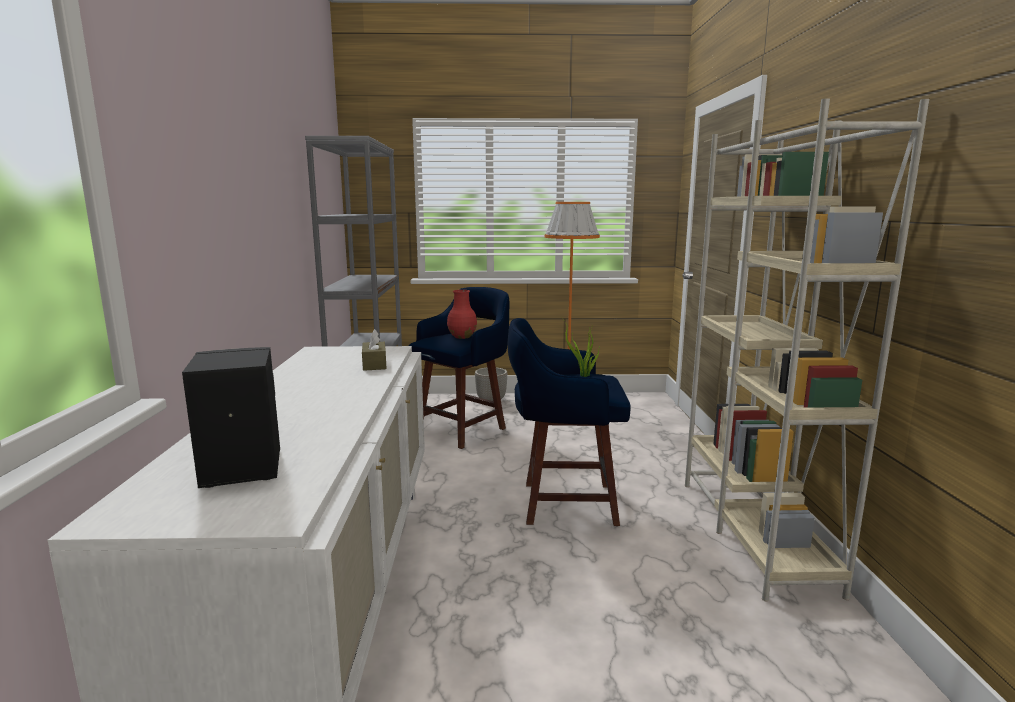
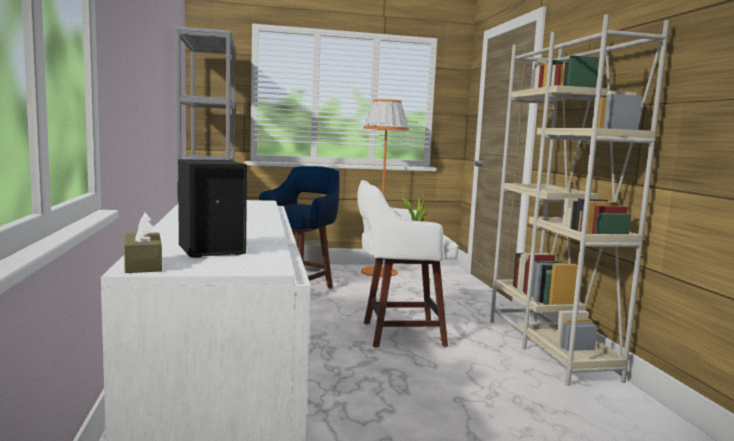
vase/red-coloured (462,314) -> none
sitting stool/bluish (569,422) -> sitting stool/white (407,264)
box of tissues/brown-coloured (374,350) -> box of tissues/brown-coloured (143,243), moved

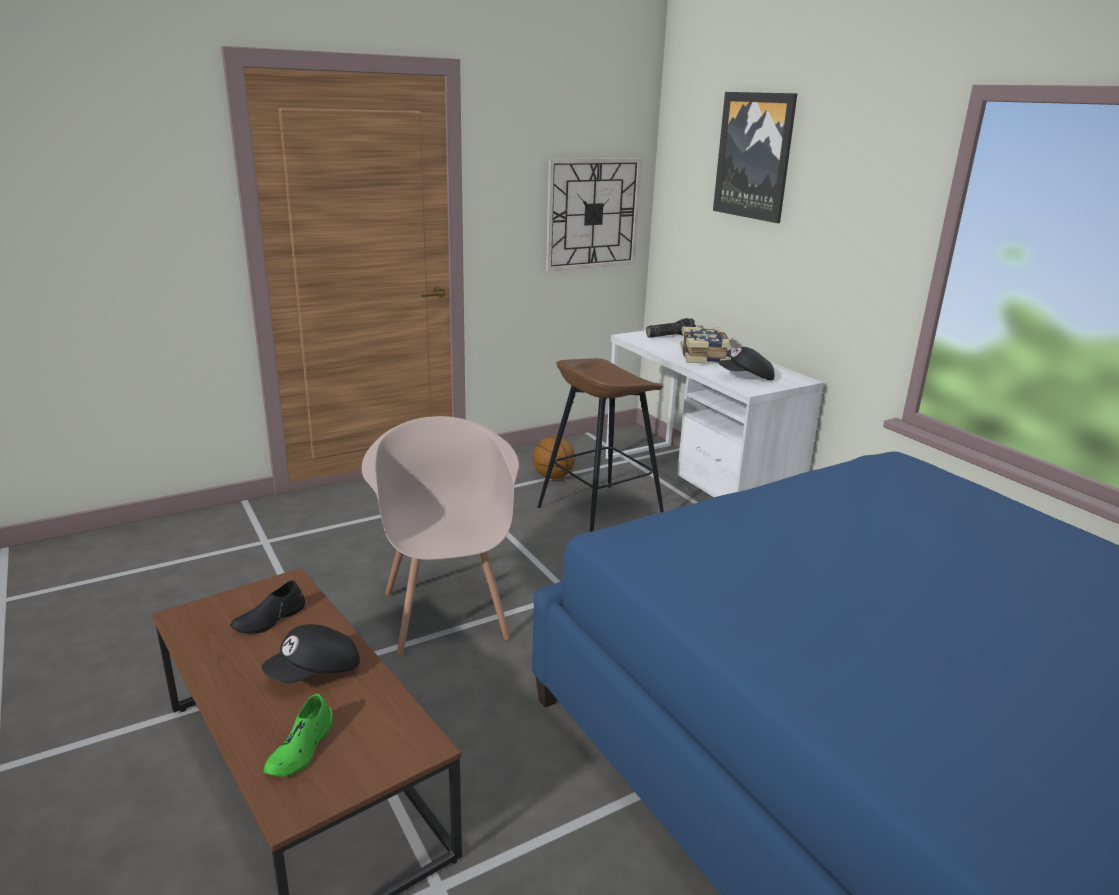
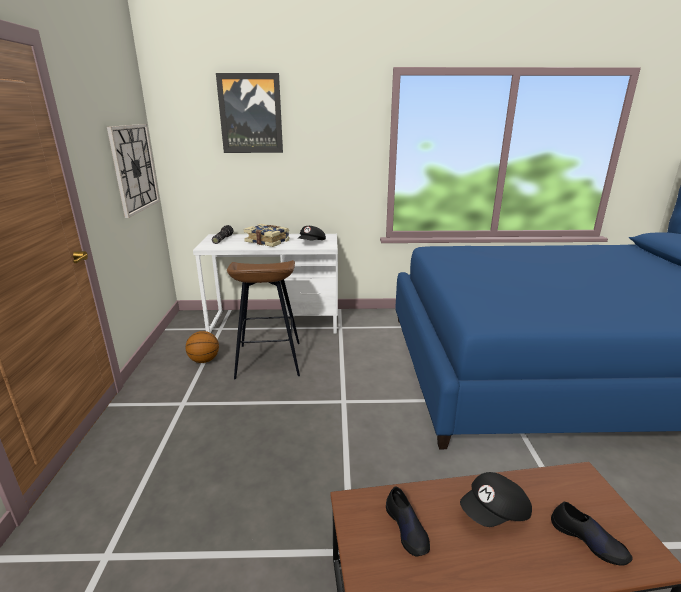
chair/beige (440,535) -> none
cap/blackish (311,653) -> cap/blackish (496,499), 75 degrees clockwise
shoe/greenish (298,735) -> shoe/blackish (592,534)

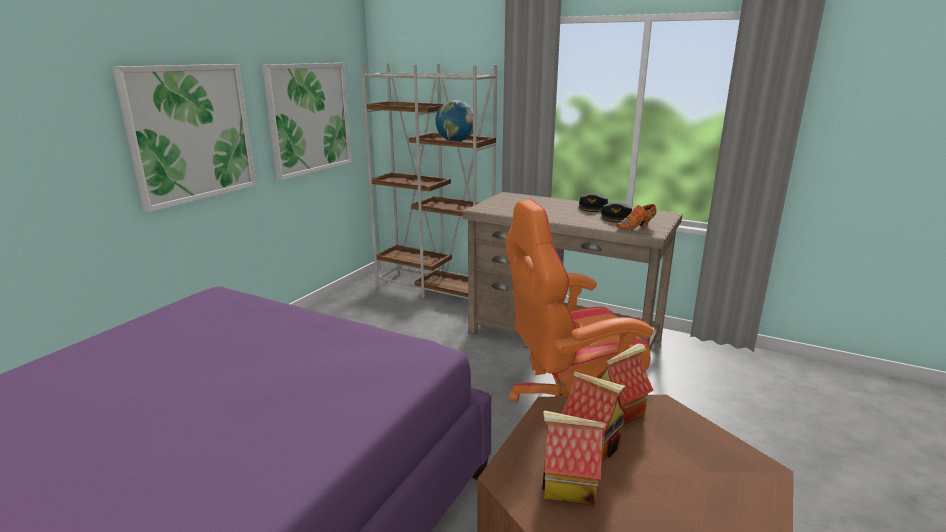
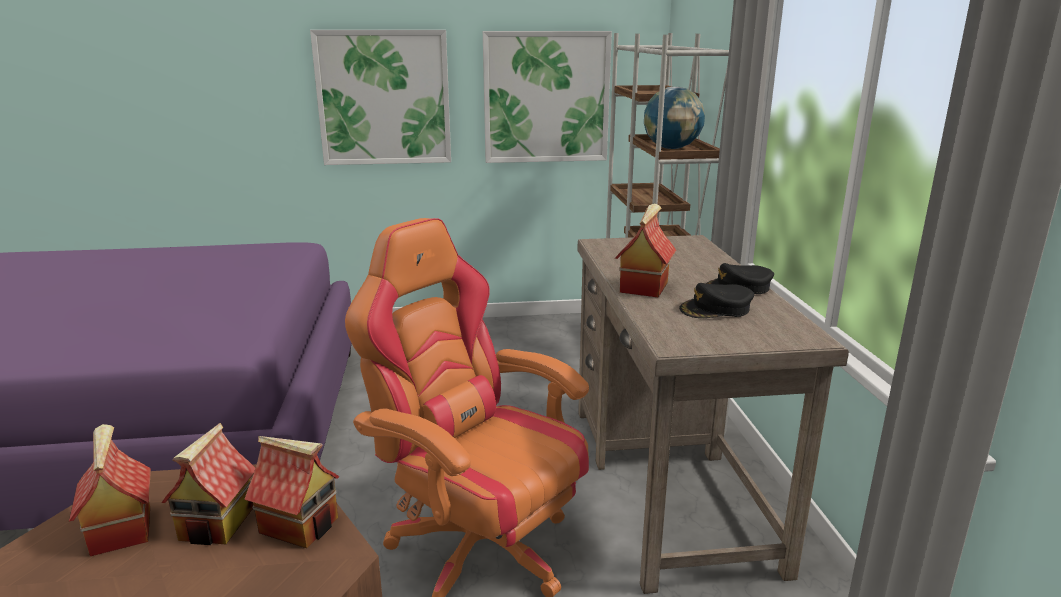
shoe/orange-coloured (636,216) -> none
none -> miniature house (645,250)

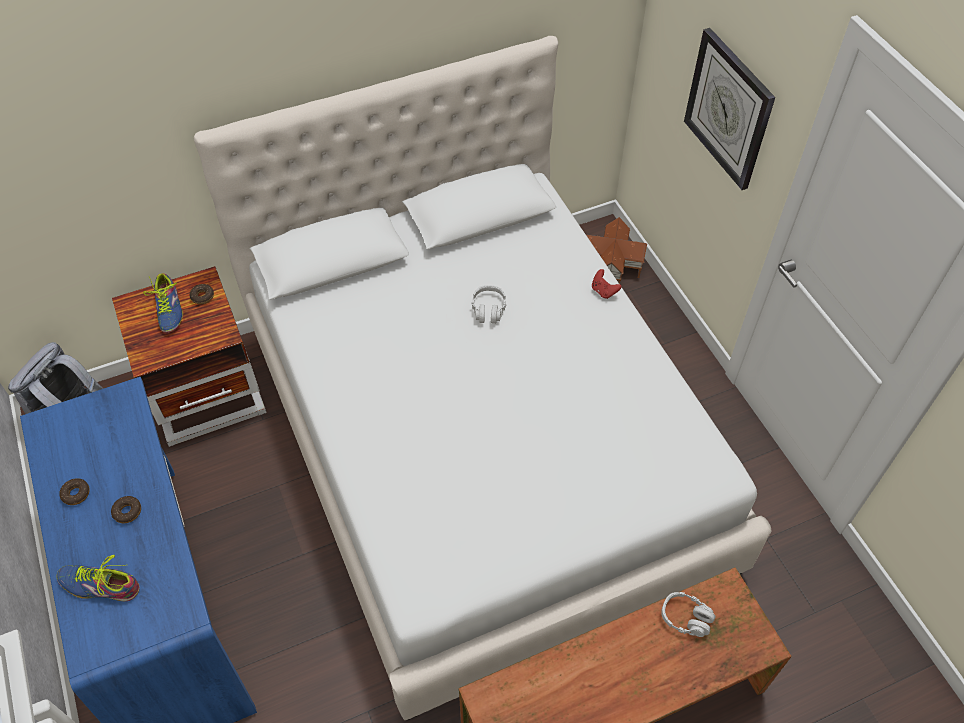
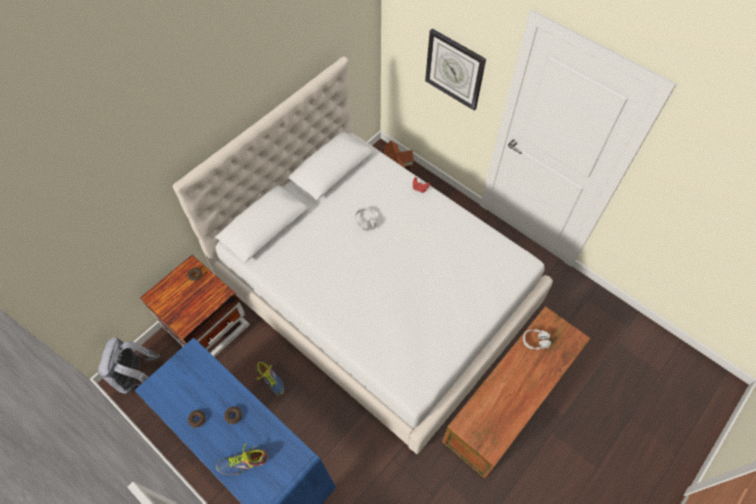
shoe (163,303) -> shoe (269,379), moved

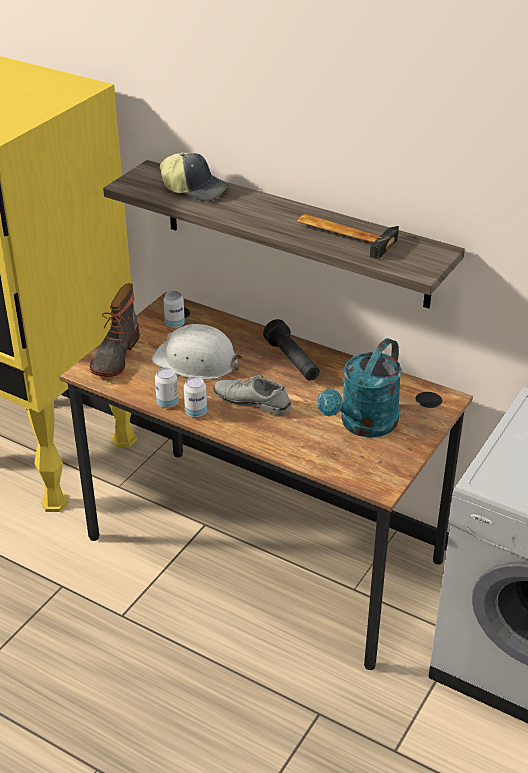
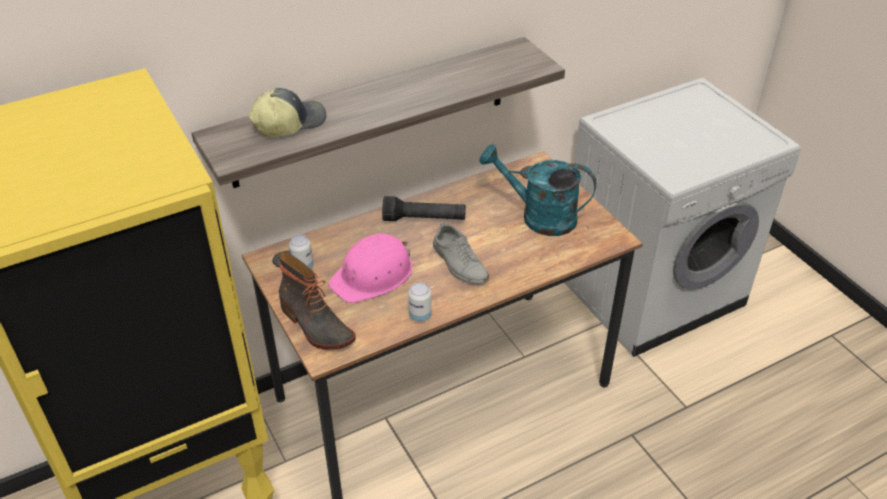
hammer (348,236) -> none
hard hat/white (197,352) -> hard hat/pink-coloured (370,268)
watering can/blue-green (360,388) -> watering can/blue-green (538,190), 135 degrees clockwise
shoe/grey (252,395) -> shoe/grey (461,253), 90 degrees counterclockwise
metal can (195,397) -> none

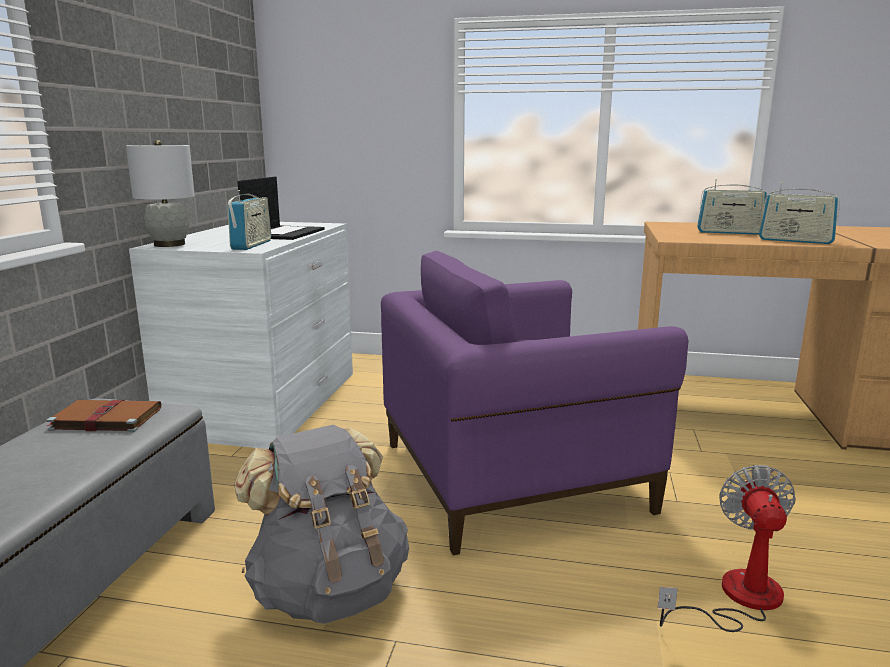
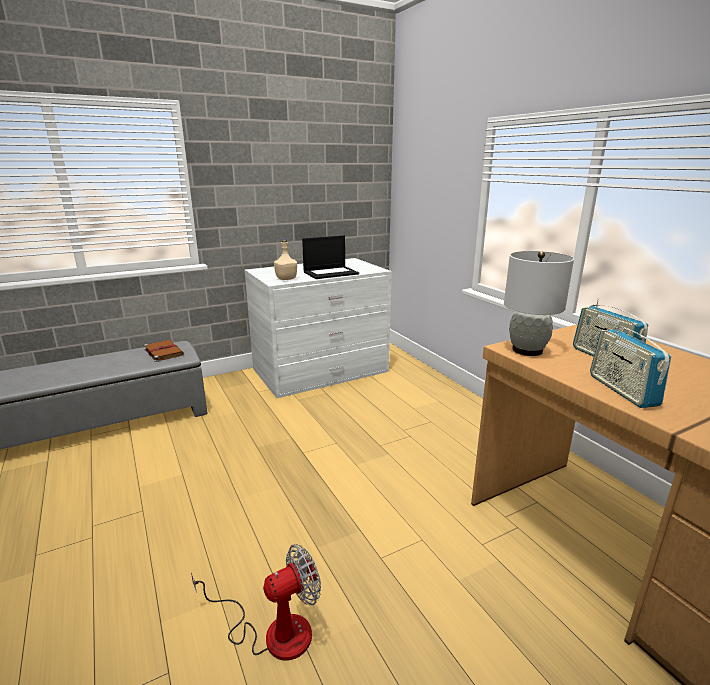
tabletop lamp/white (160,193) -> tabletop lamp/white (539,303), moved
radio (249,220) -> drink bottle/beige (285,259)
lounge chair/purple (535,403) -> none
backpack/grey (321,524) -> none

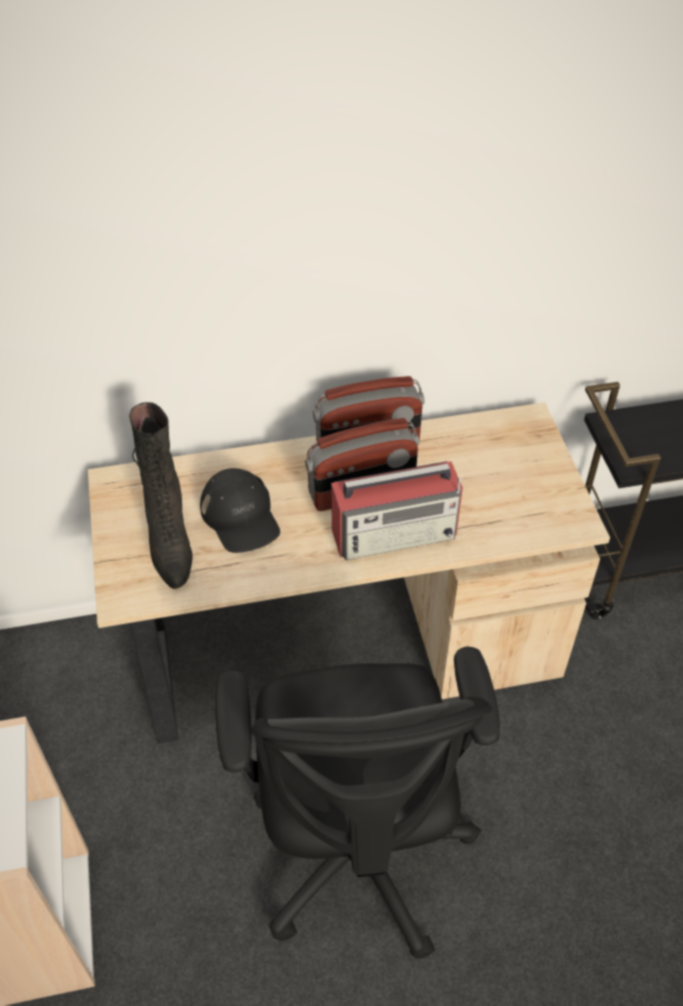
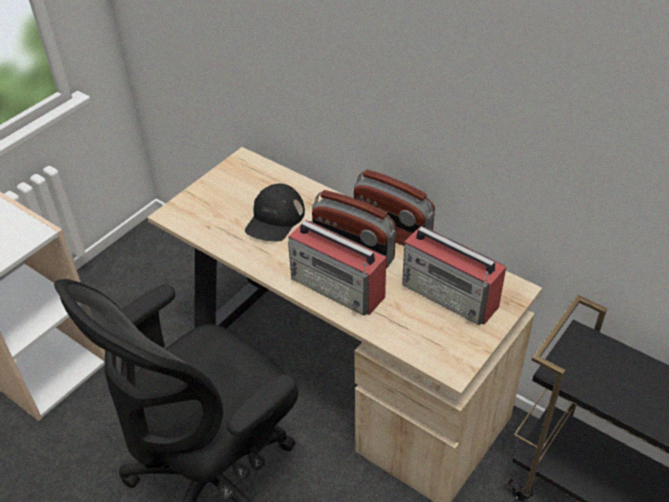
tall boot/blackish (161,495) -> none
none -> radio (454,275)

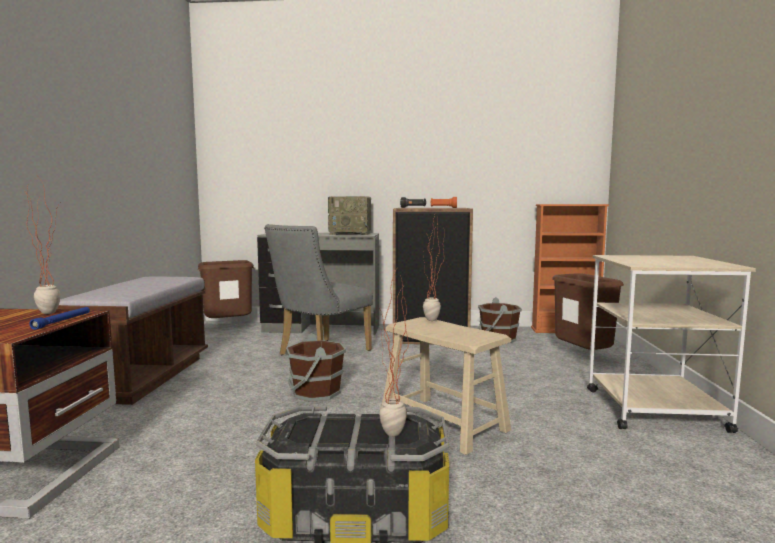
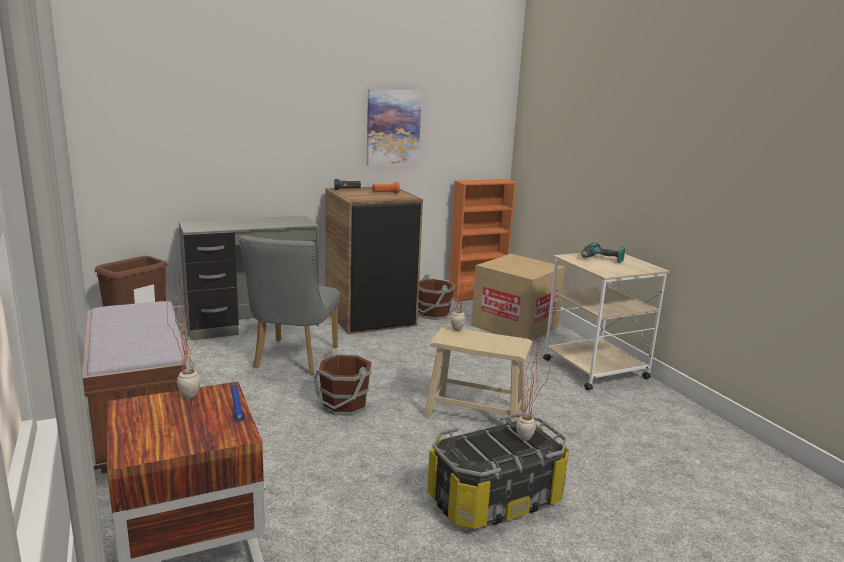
radio (349,216) -> none
waste bin/brown-coloured (588,311) -> cardboard box (518,297)
none -> wall picture (394,127)
none -> electric drill (603,252)

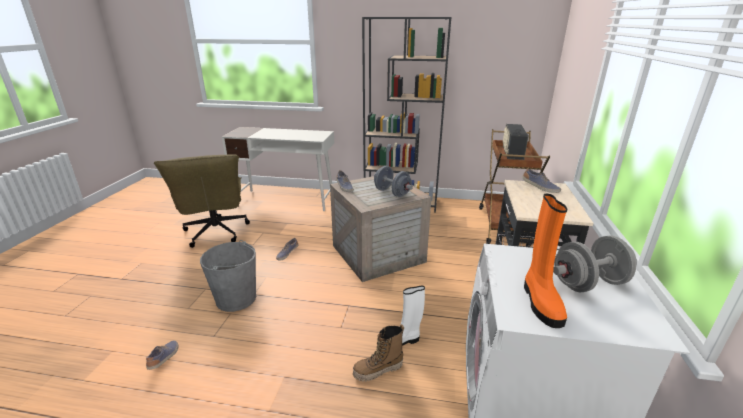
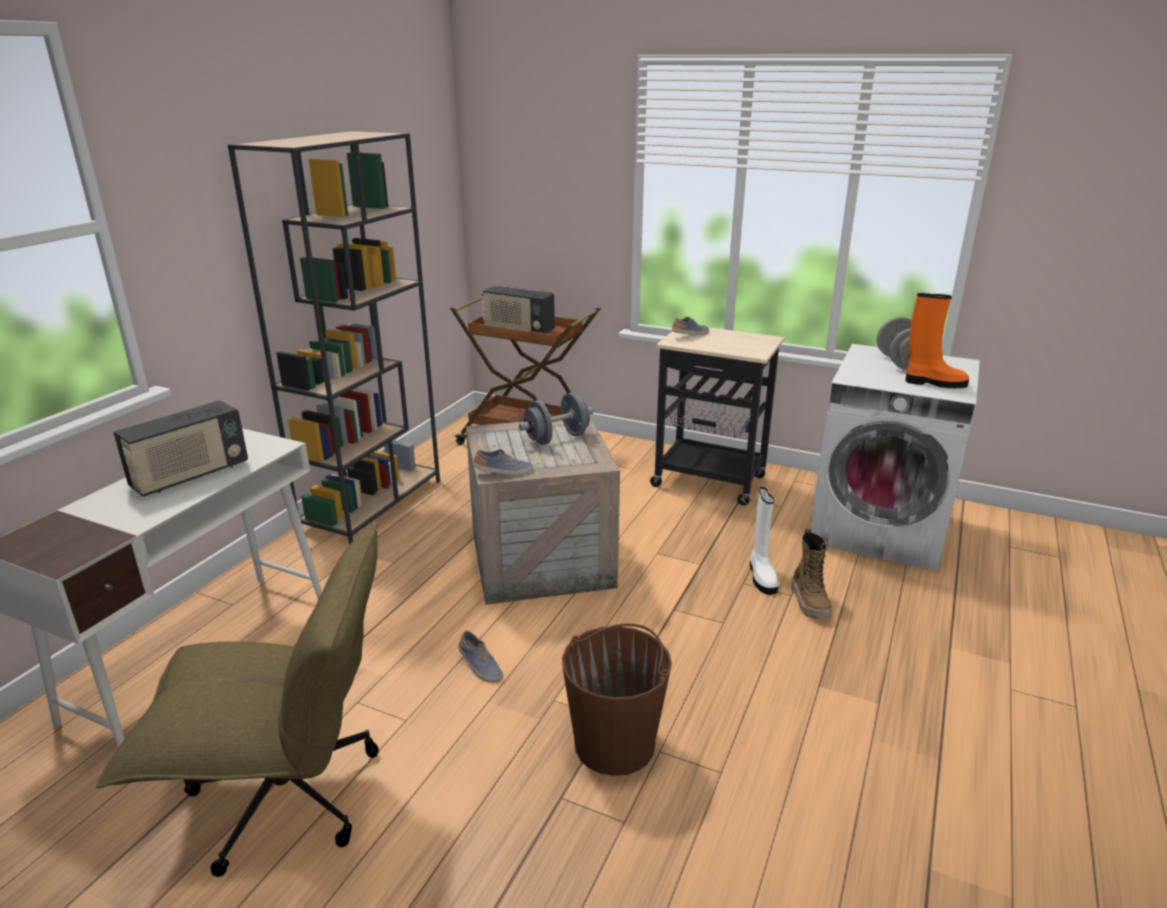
bucket/grey (228,276) -> bucket/brown-coloured (617,699)
shoe (162,355) -> none
none -> radio (180,449)

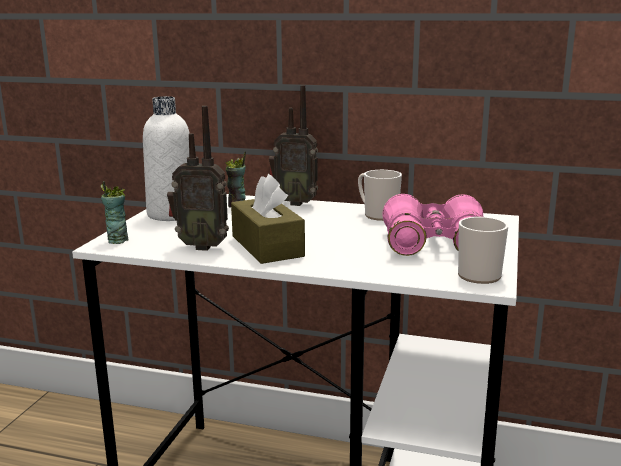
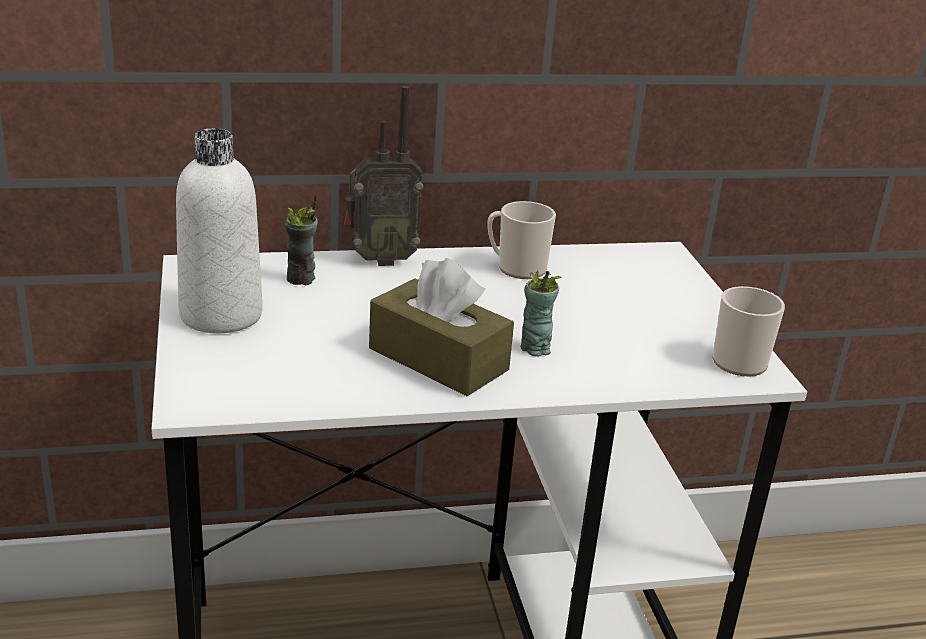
radio (198,178) -> none
drinking cup (114,212) -> drinking cup (541,313), moved
binoculars/pink-coloured (432,225) -> none

